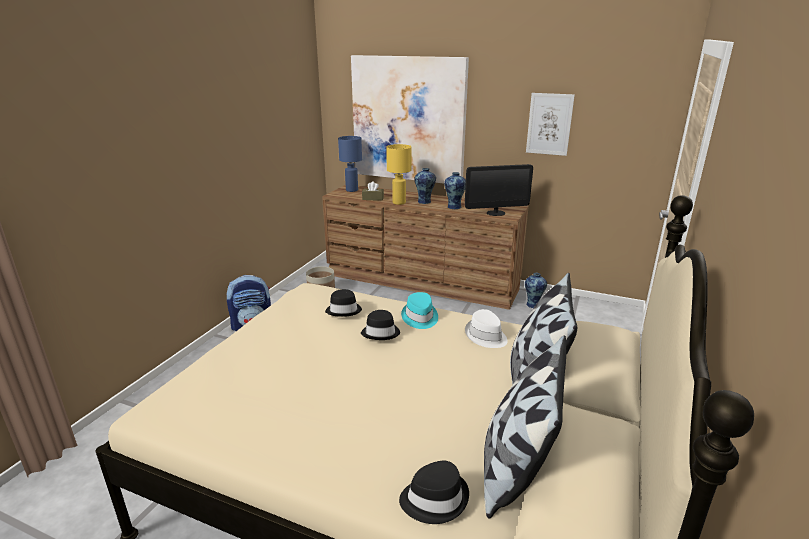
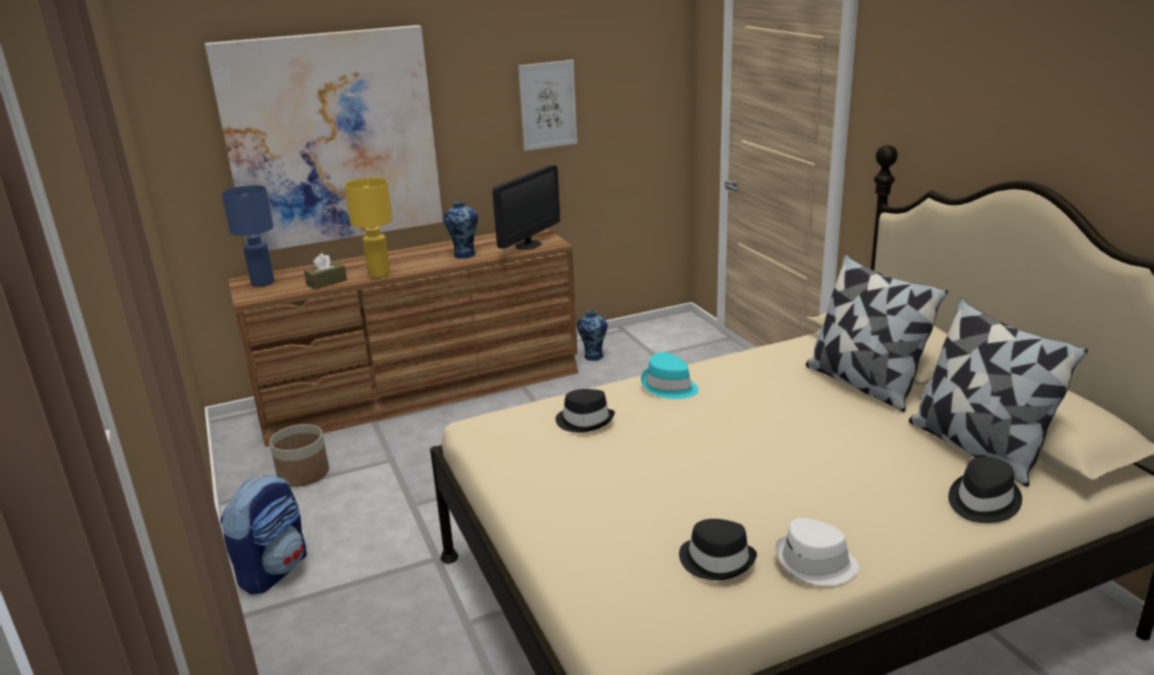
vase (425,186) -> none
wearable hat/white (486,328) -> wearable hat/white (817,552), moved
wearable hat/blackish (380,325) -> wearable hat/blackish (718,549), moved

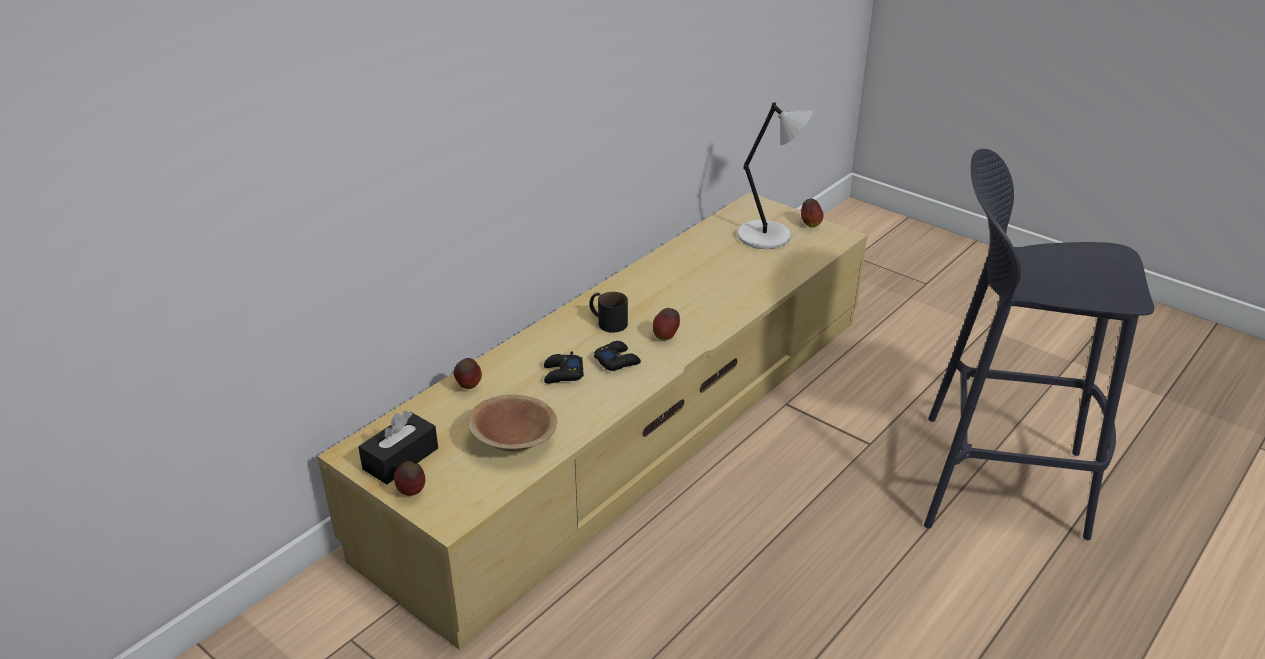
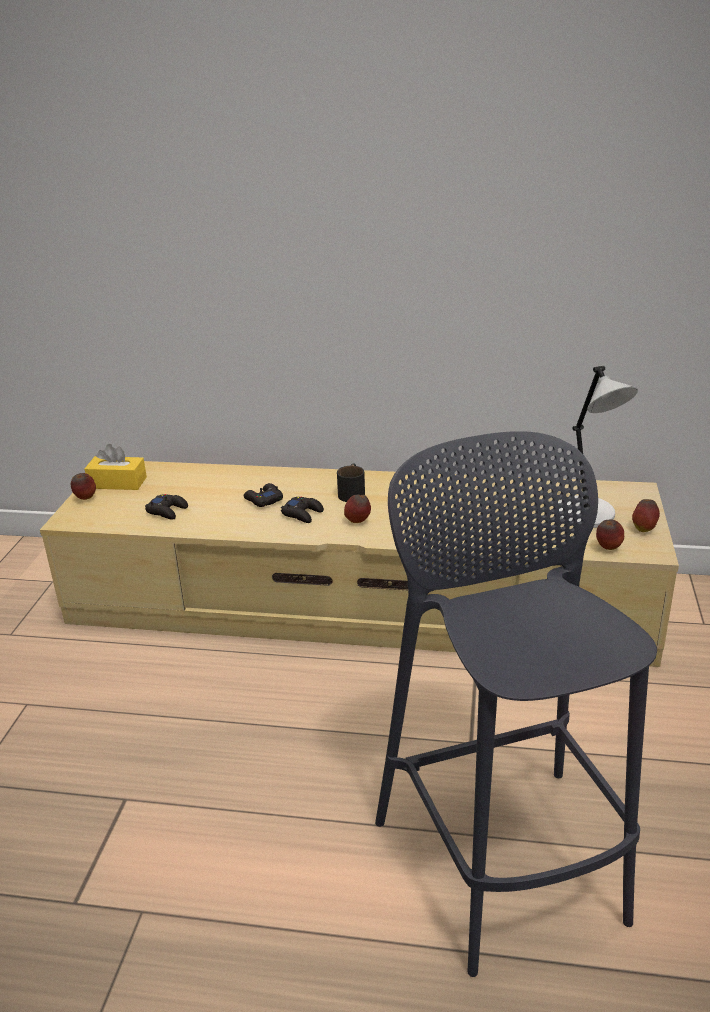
apple fruit (467,373) -> apple fruit (610,535), moved
serving bowl/brown-coloured (512,423) -> game controller/blackish (166,507)
box of tissues/blackish (398,447) -> box of tissues/yellow-coloured (116,467)

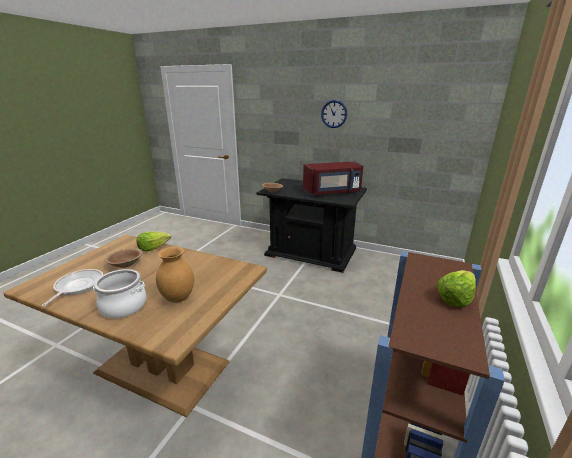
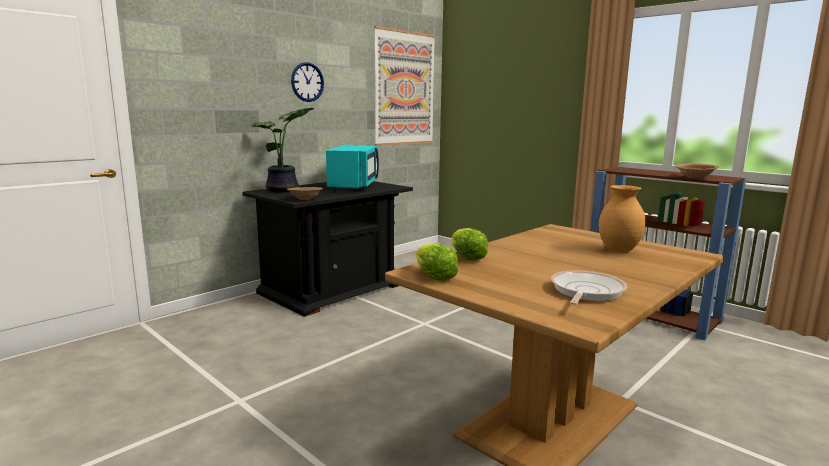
kitchen microwave/red-coloured (333,178) -> kitchen microwave/blue-green (352,167)
serving bowl/brown-coloured (123,258) -> serving bowl/brown-coloured (697,170), moved
frying pan (72,288) -> frying pan (589,288), 90 degrees clockwise
saucepot (120,294) -> none
lettuce (456,288) -> lettuce (437,262), moved
none -> wall picture (404,86)
none -> plant in a pot (282,150)

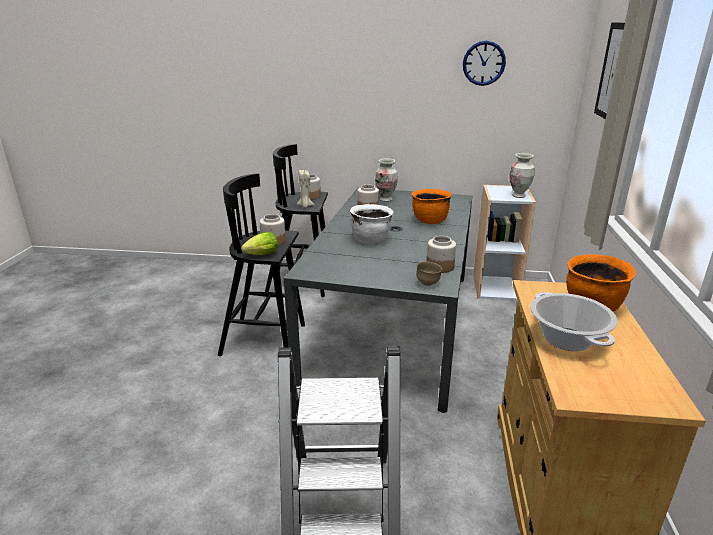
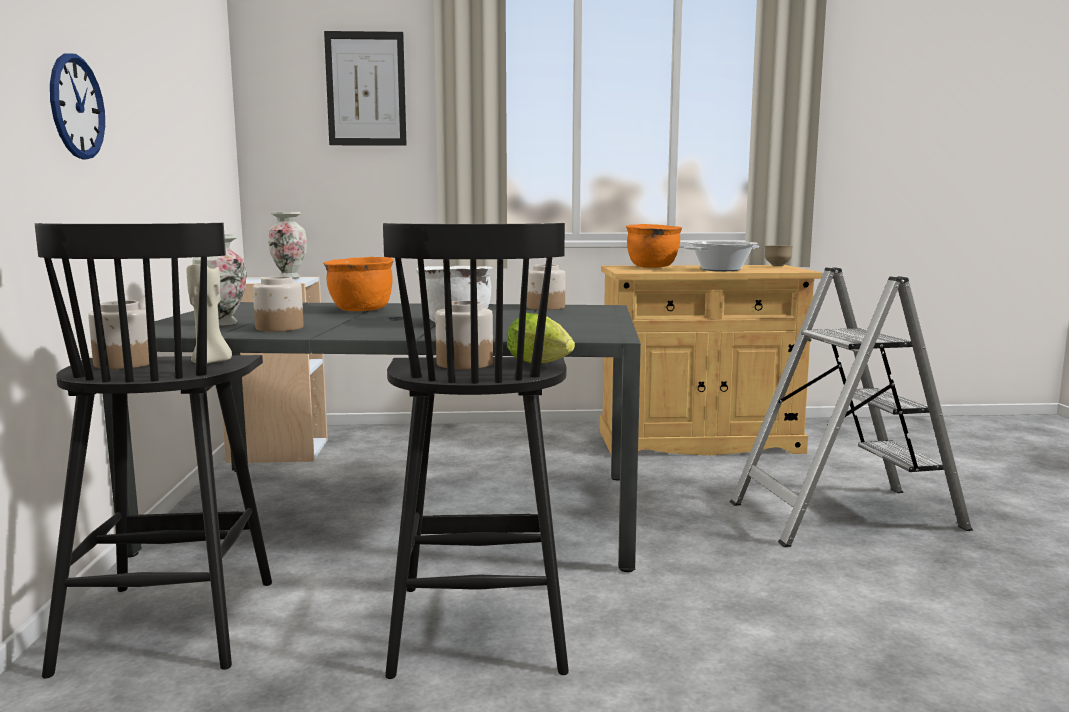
clock on the wall (484,63) -> clock on the wall (77,106), moved
serving bowl/brown-coloured (429,274) -> serving bowl/brown-coloured (779,256), moved

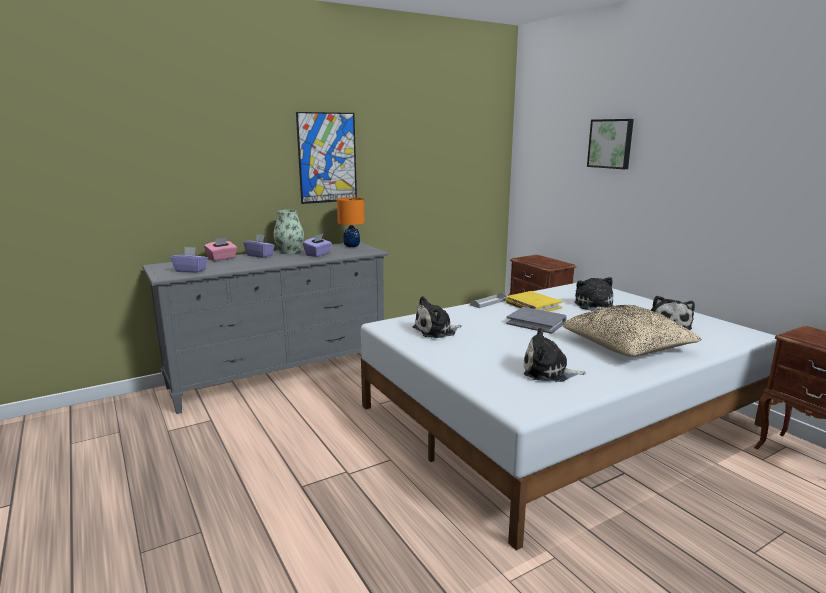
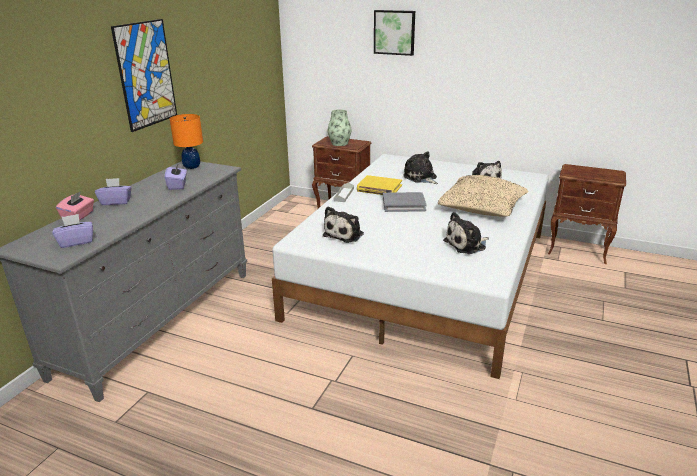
vase (288,232) -> vase (339,127), moved

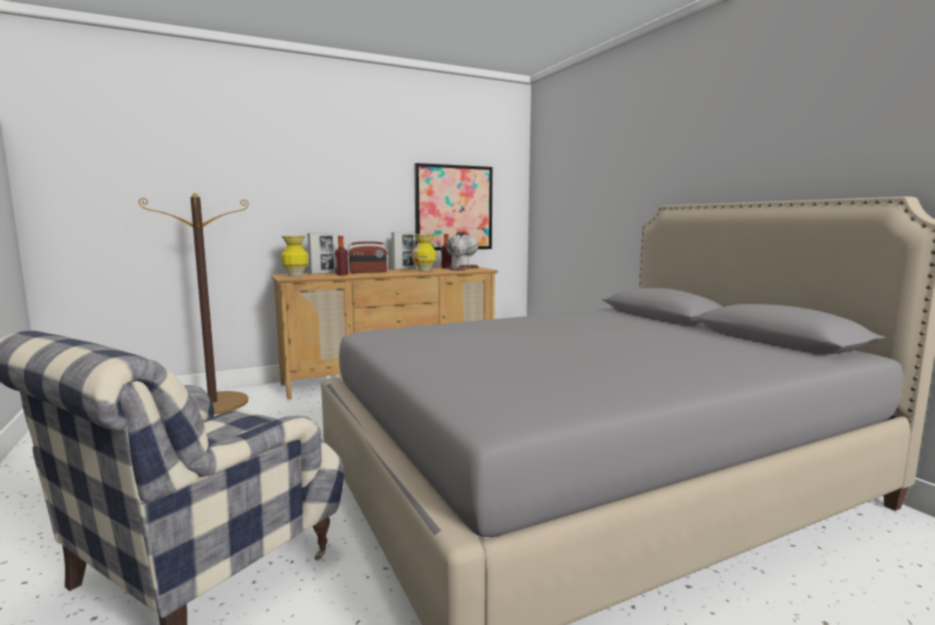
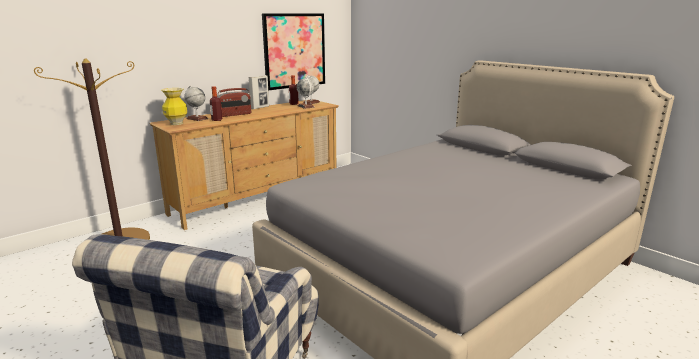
standing frame (321,253) -> desk globe (196,103)
vase (424,253) -> none

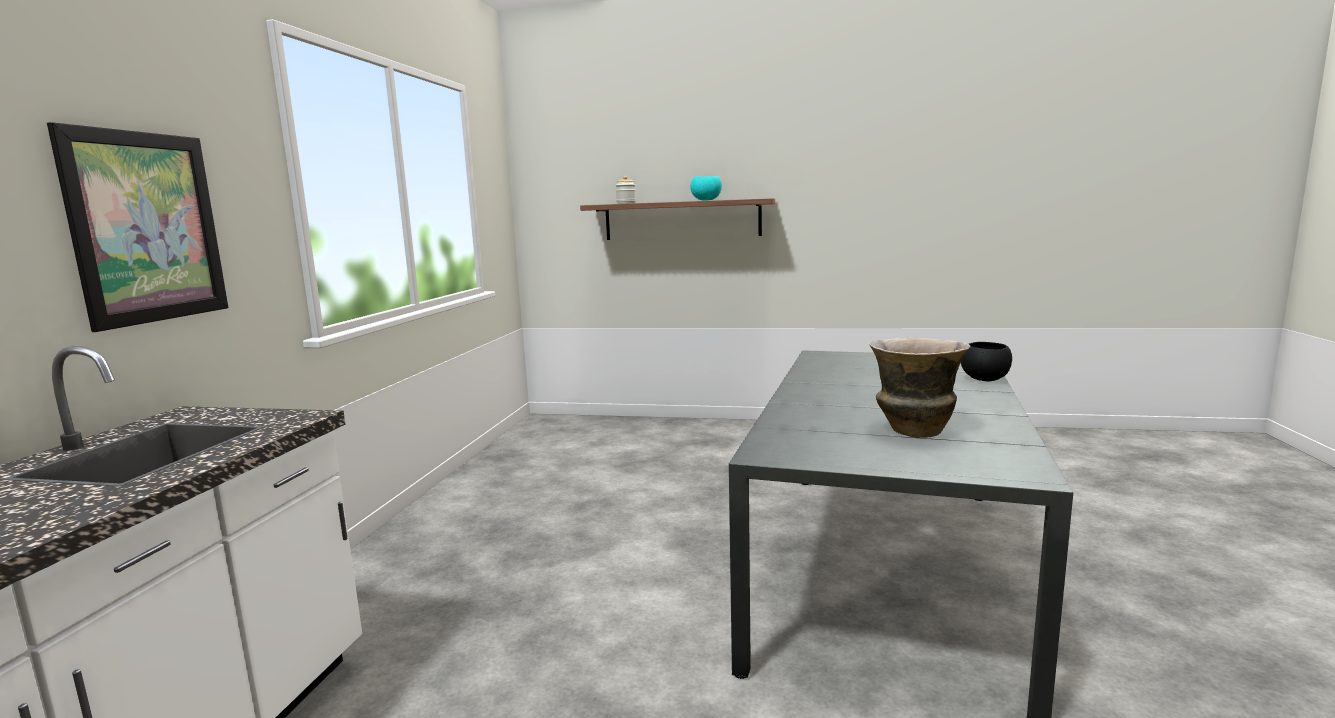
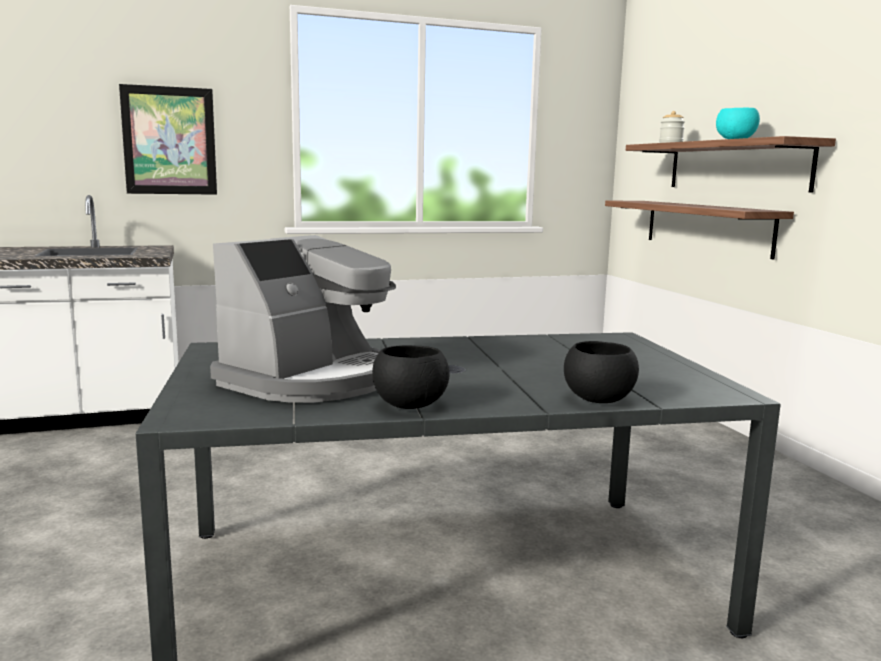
vase (920,388) -> coffee maker (303,319)
none -> wall shelf (699,230)
none -> serving bowl/blackish (410,377)

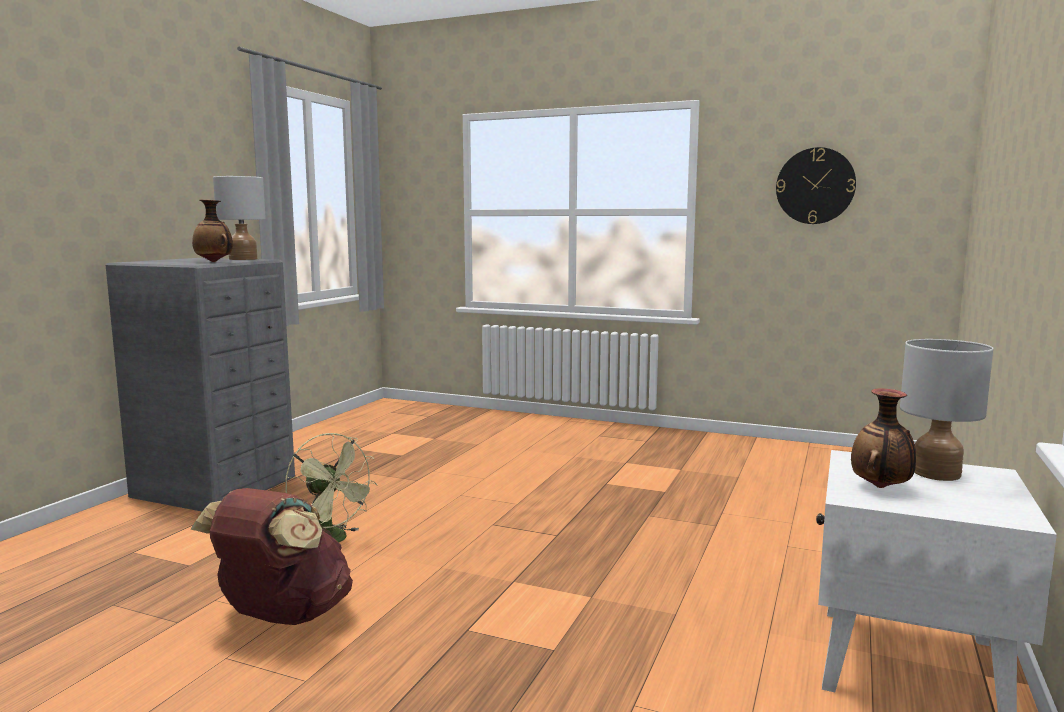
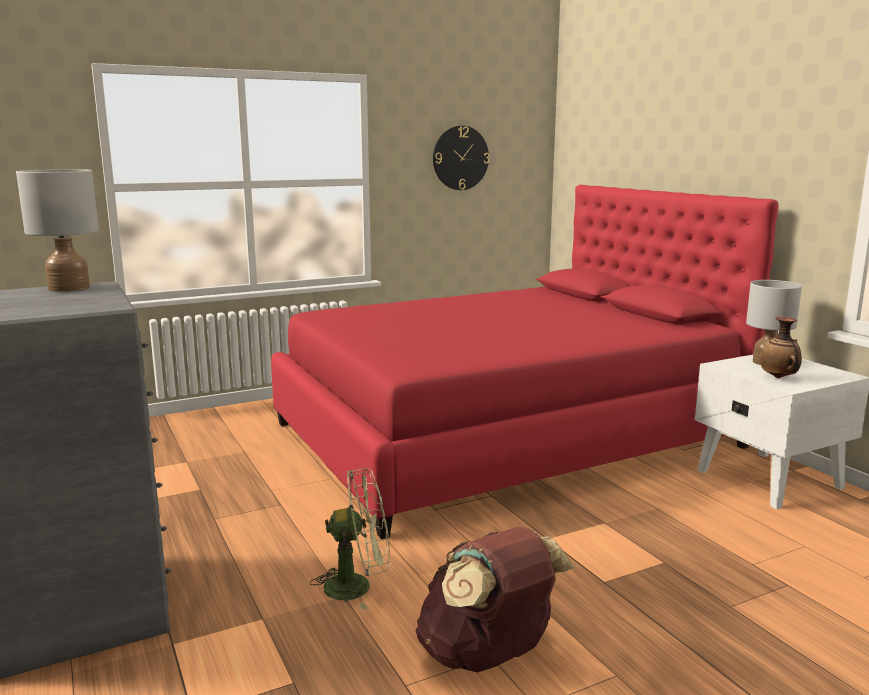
vase (212,231) -> none
none -> bed/red-coloured (525,362)

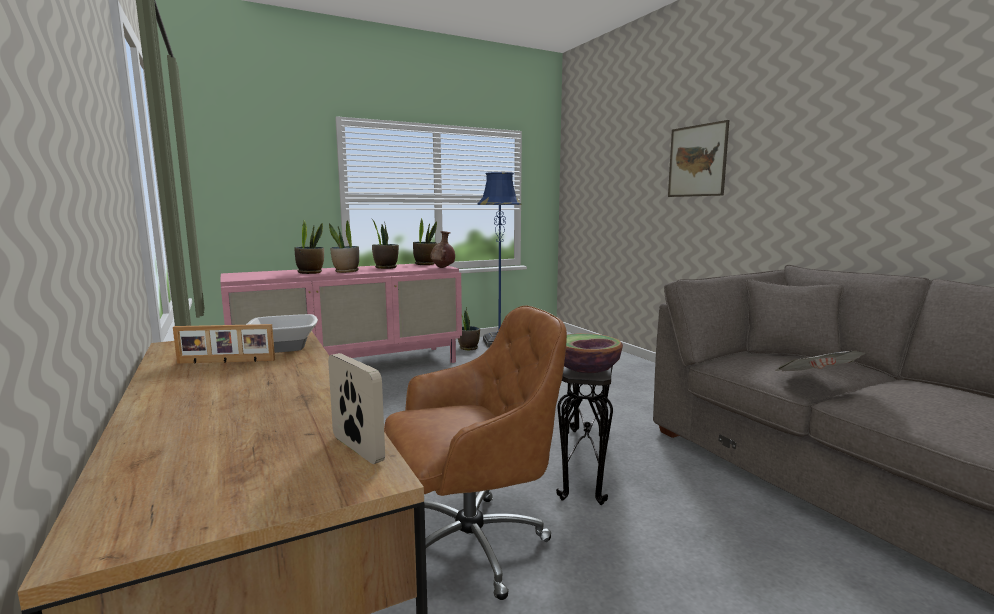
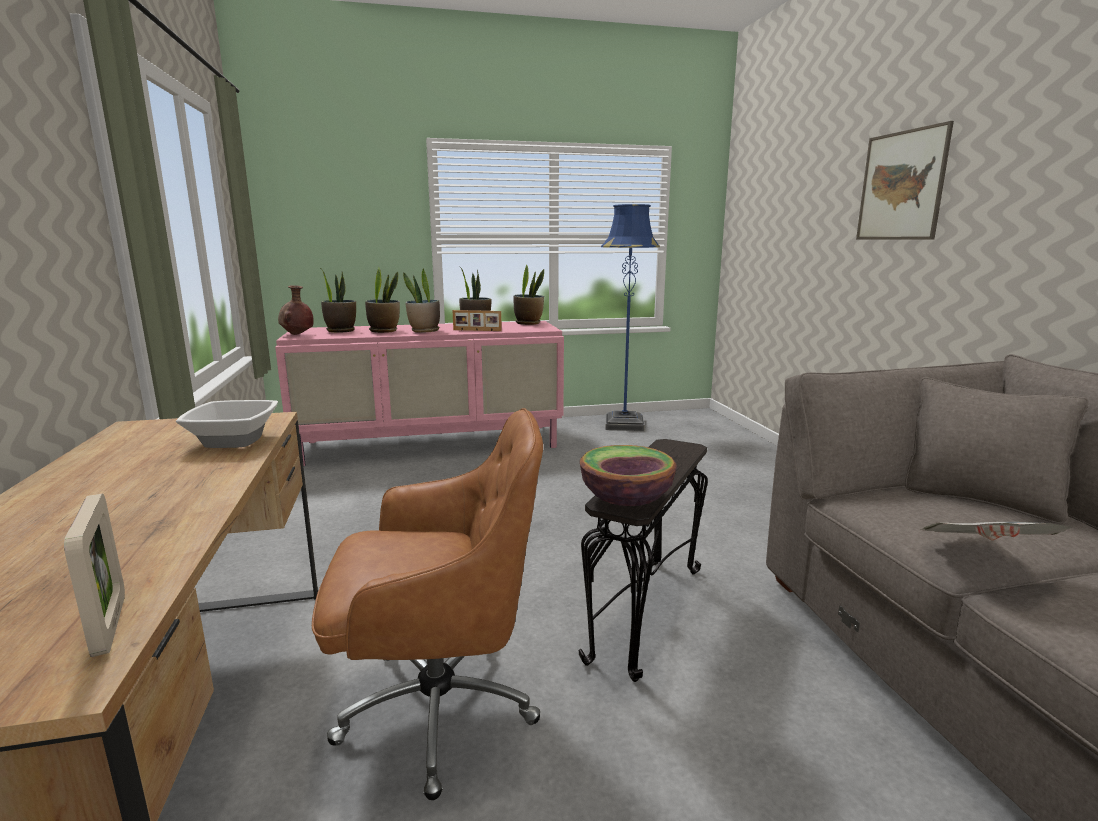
vase/brown-coloured (443,249) -> vase/brown-coloured (296,310), moved
plant in a pot (469,328) -> plant in a pot (338,300), moved
standing frame (224,344) -> standing frame (477,320), moved

